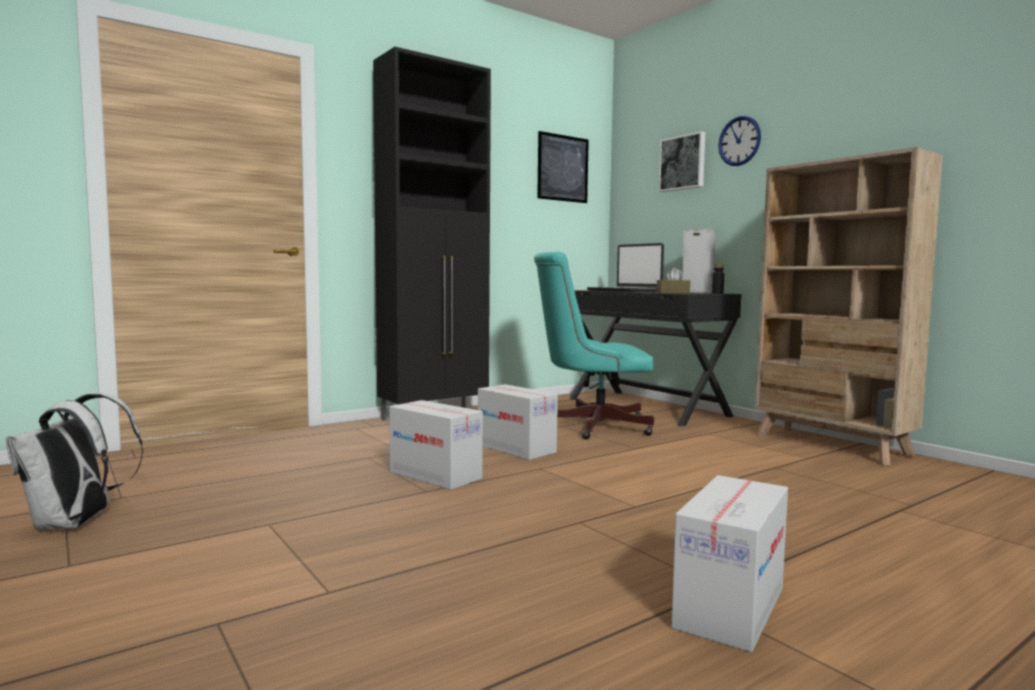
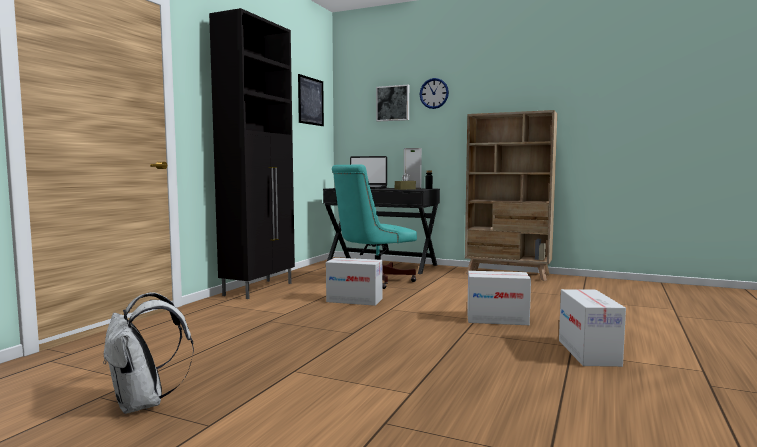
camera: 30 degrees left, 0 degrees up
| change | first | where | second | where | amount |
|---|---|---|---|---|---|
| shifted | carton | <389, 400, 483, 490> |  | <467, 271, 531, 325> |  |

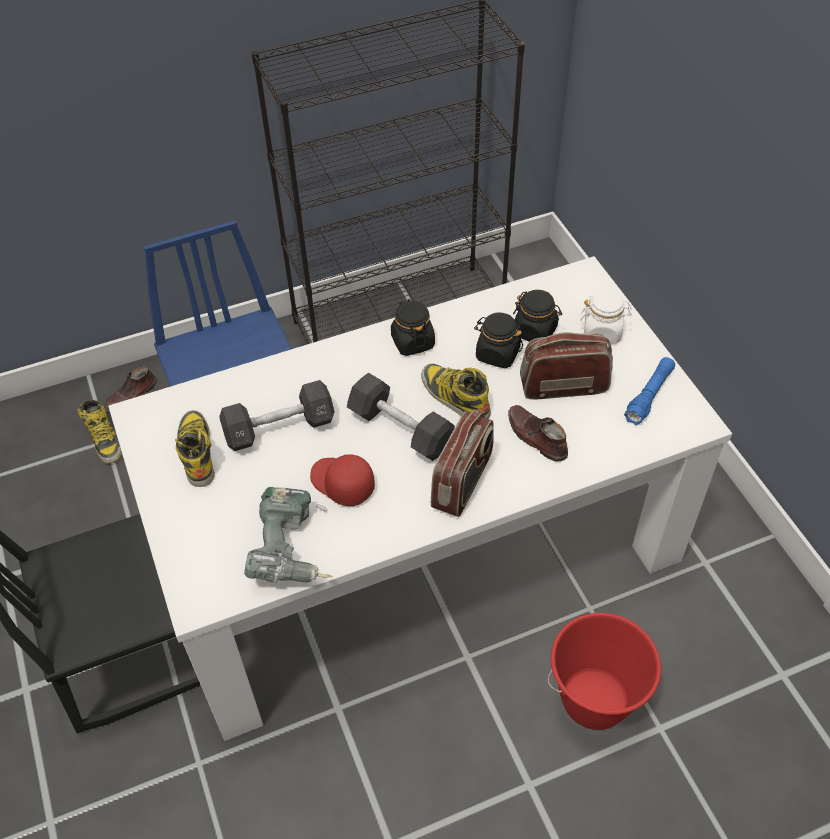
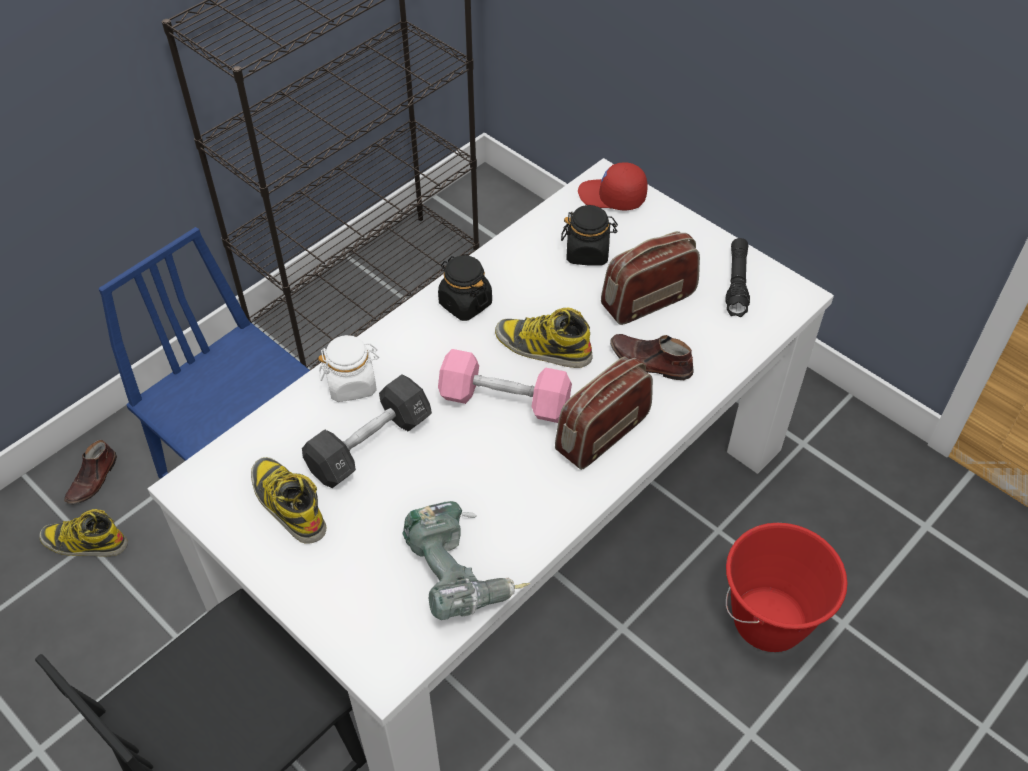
camera: 25 degrees left, 0 degrees up
| change | first | where | second | where | amount |
|---|---|---|---|---|---|
| rotated | high-top boot | <77, 400, 121, 464> |  | <39, 509, 128, 556> | 150 degrees clockwise |
| shifted | white storage jar | <580, 290, 632, 344> |  | <318, 335, 379, 402> |  |
| repainted | black dumbbell | <347, 373, 455, 461> | pinkish dumbbell | <438, 349, 572, 423> |  |
| rotated | radio receiver | <431, 410, 494, 517> |  | <555, 356, 653, 470> | 135 degrees counterclockwise |
| shifted | reddish cap | <310, 455, 375, 506> |  | <578, 162, 648, 211> |  |
| repainted | blue-coloured flashlight | <624, 357, 675, 425> | black flashlight | <725, 238, 750, 317> |  |
| gone | black storage jar | <474, 313, 523, 368> |  |  |  |

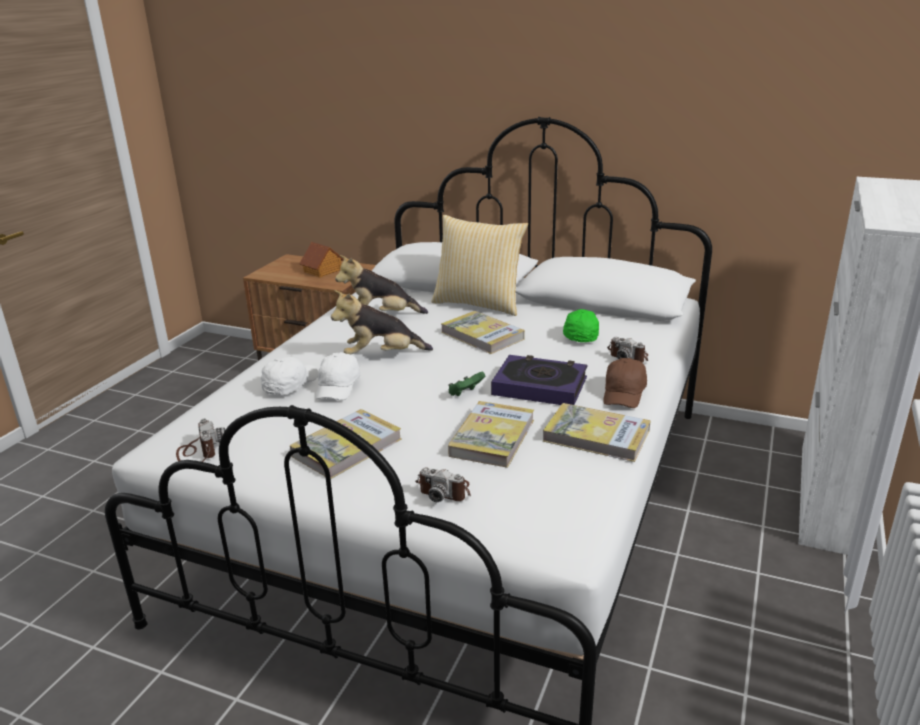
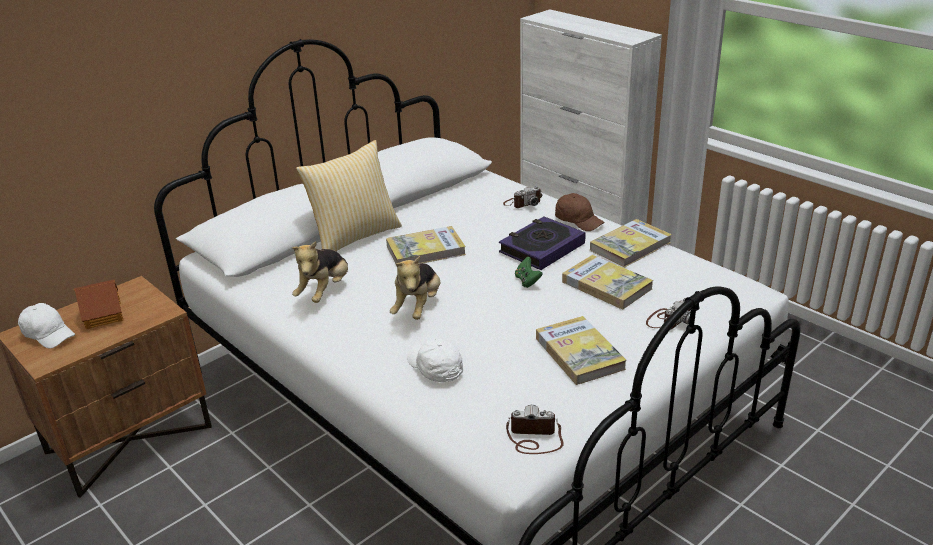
camera: 65 degrees left, 5 degrees up
| change | first | where | second | where | amount |
|---|---|---|---|---|---|
| shifted | white cap | <315, 352, 360, 400> |  | <18, 303, 75, 348> |  |
| gone | greenish cap | <563, 309, 599, 342> |  |  |  |

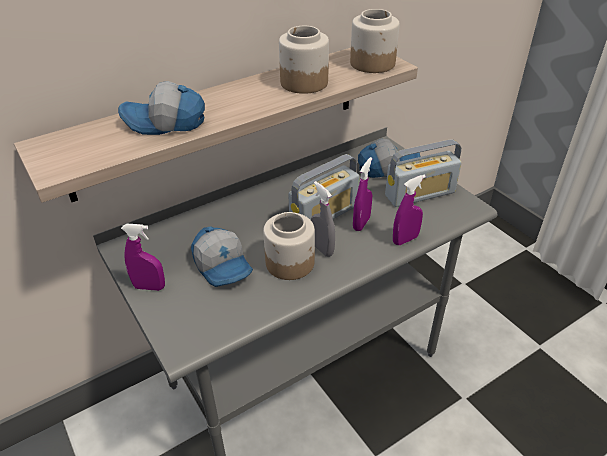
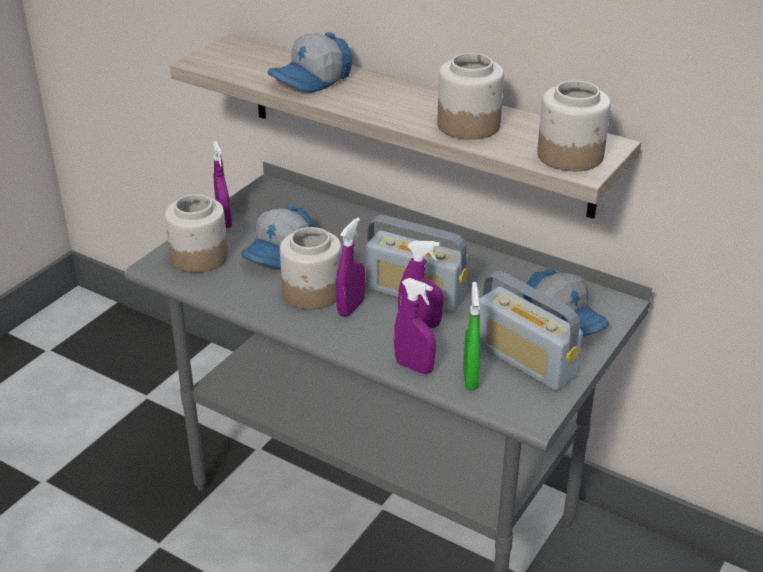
camera: 65 degrees right, 5 degrees down
| change | first | where | second | where | amount |
|---|---|---|---|---|---|
| new |  |  | storage jar | <165, 194, 228, 273> |  |
| rotated | cap | <118, 81, 205, 135> |  | <268, 32, 352, 93> | 105 degrees counterclockwise |
| repainted | greyish sprayer | <311, 181, 335, 257> | purple sprayer | <336, 218, 365, 317> |  |
| new |  |  | greenish sprayer | <463, 282, 480, 390> |  |

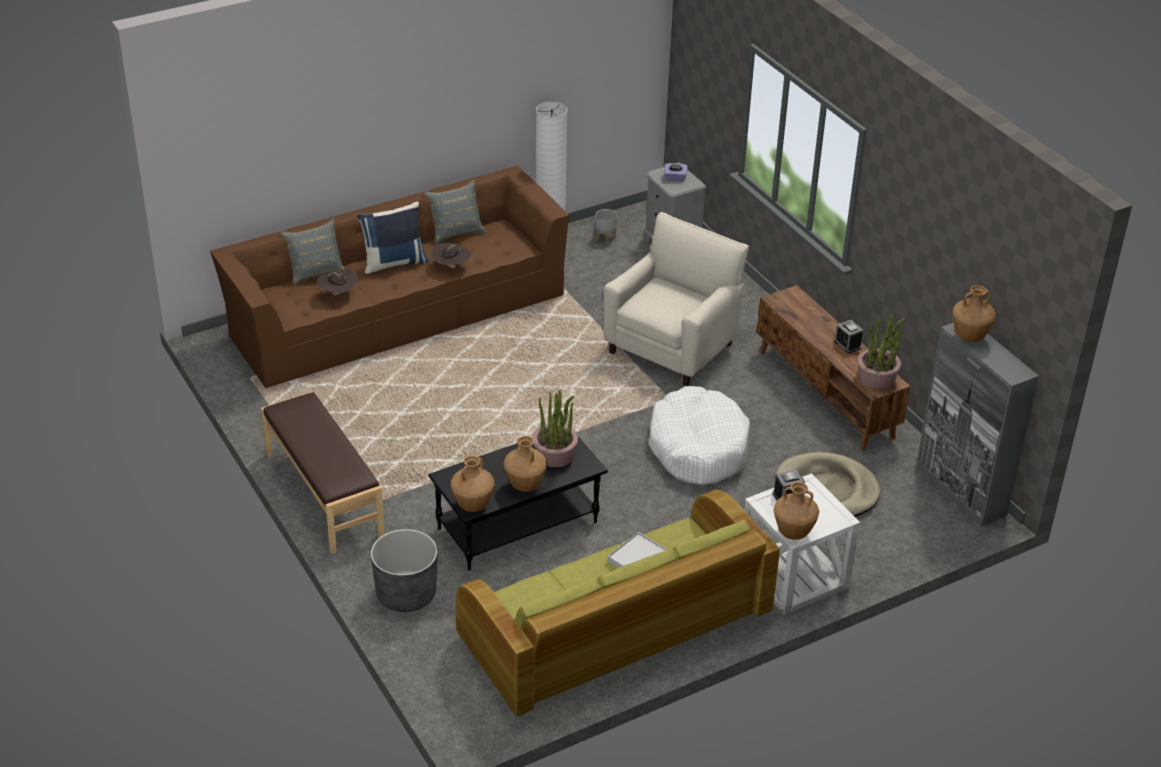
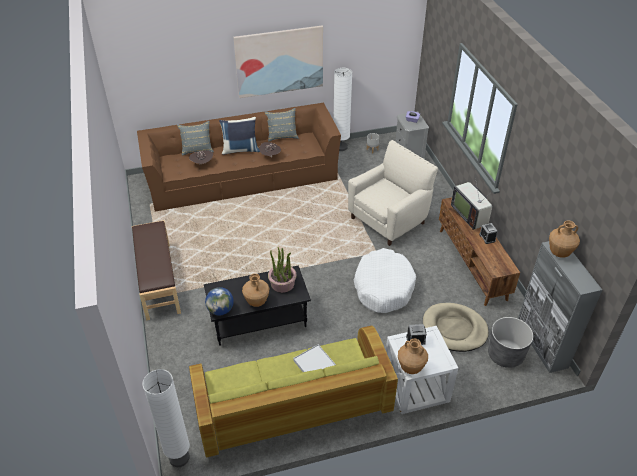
camera: 15 degrees right, 5 degrees up
| change | first | where | second | where | amount |
|---|---|---|---|---|---|
| new |  |  | white standing lamp | <142, 369, 190, 467> |  |
| swapped | brownish flower vase | <451, 456, 495, 512> | desk globe | <205, 287, 234, 315> |  |
| new |  |  | wall art | <233, 26, 323, 98> |  |
| new |  |  | television | <451, 178, 493, 230> |  |
| shifted | greyish planter | <371, 529, 437, 612> |  | <488, 317, 533, 368> |  |
| gone | houseplant | <857, 314, 905, 389> |  |  |  |

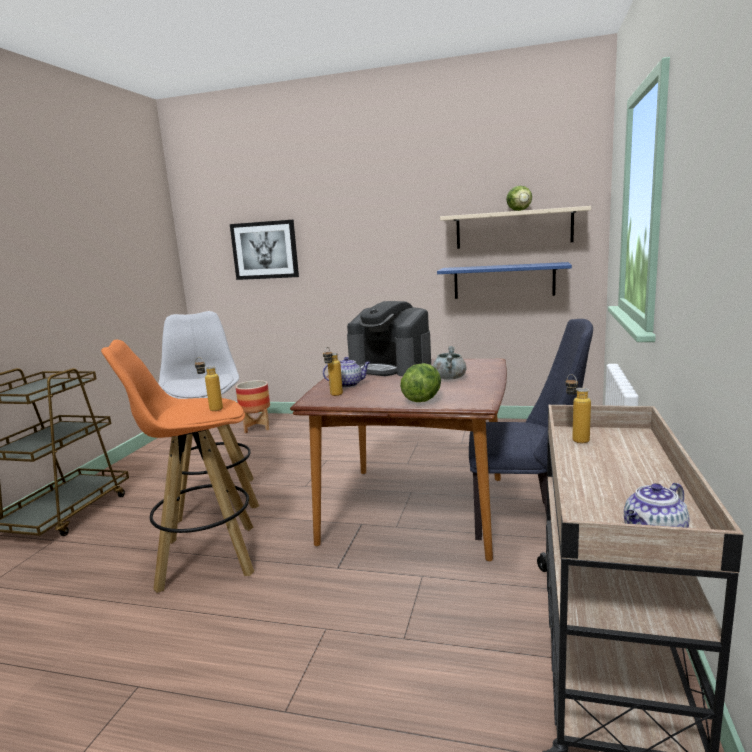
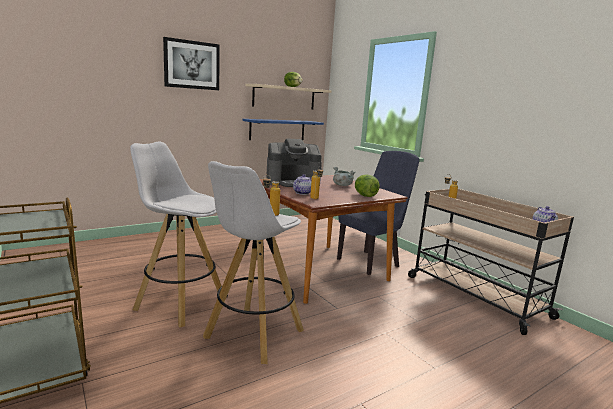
camera: 50 degrees left, 0 degrees up
| change | first | where | second | where | amount |
|---|---|---|---|---|---|
| shifted | wall art | <230, 220, 299, 280> |  | <163, 37, 220, 90> |  |
| repainted | orange sitting stool | <101, 340, 254, 593> | white sitting stool | <203, 161, 304, 364> |  |
| gone | planter | <236, 380, 270, 433> |  |  |  |

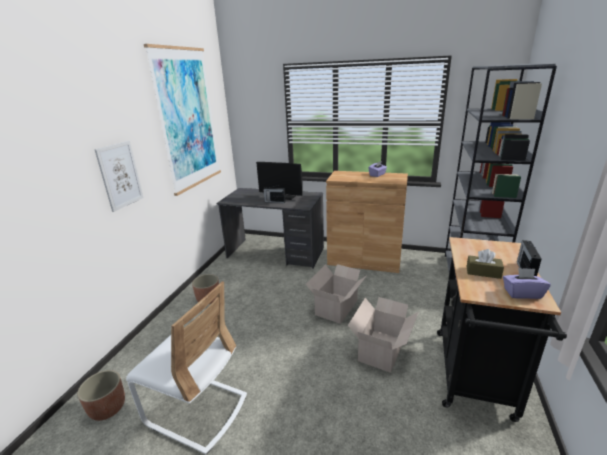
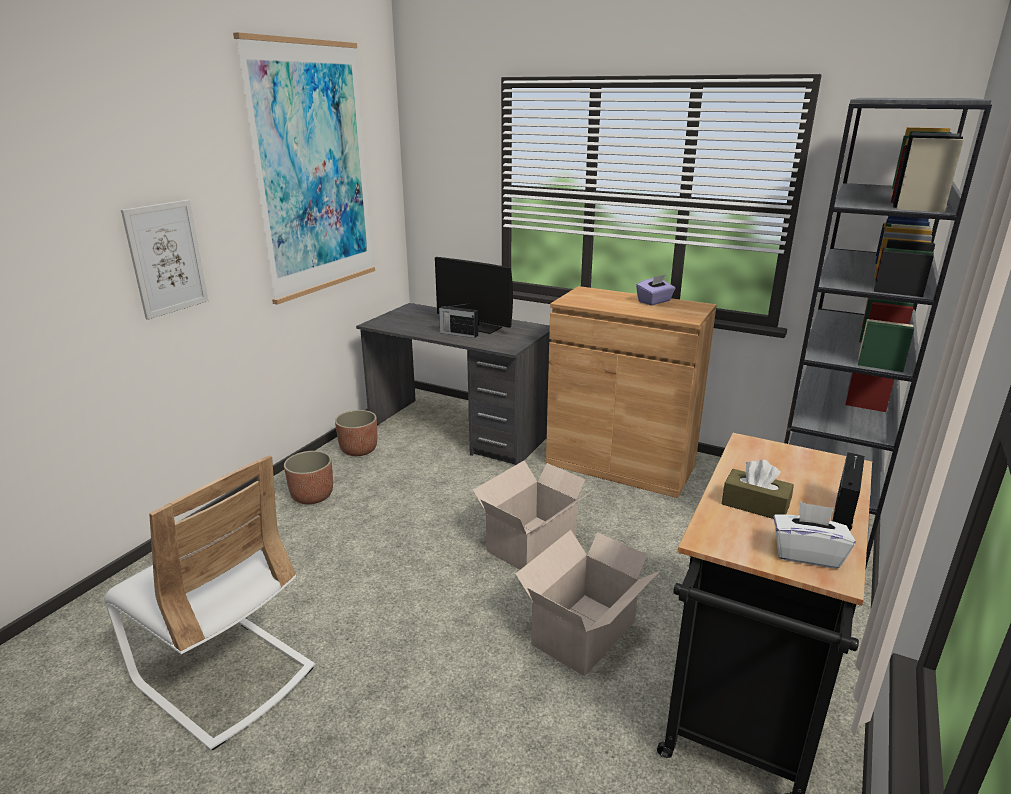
camera: 10 degrees right, 0 degrees up
| change | first | where | second | where | amount |
|---|---|---|---|---|---|
| shifted | planter | <77, 370, 125, 421> |  | <335, 410, 377, 456> |  |
| repainted | purple tissue box | <503, 268, 551, 299> | white tissue box | <774, 502, 855, 569> |  |

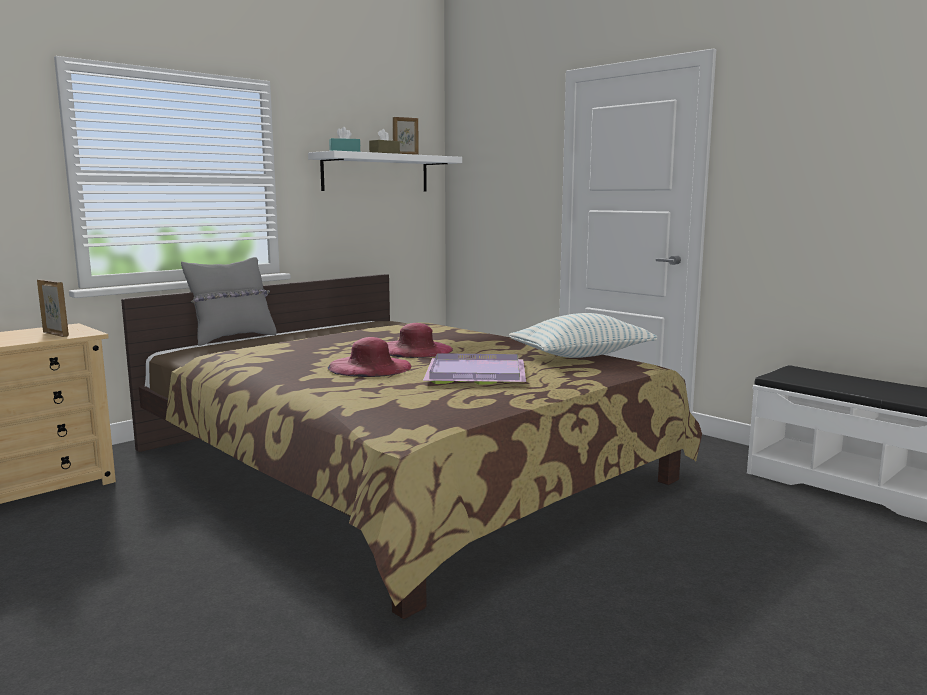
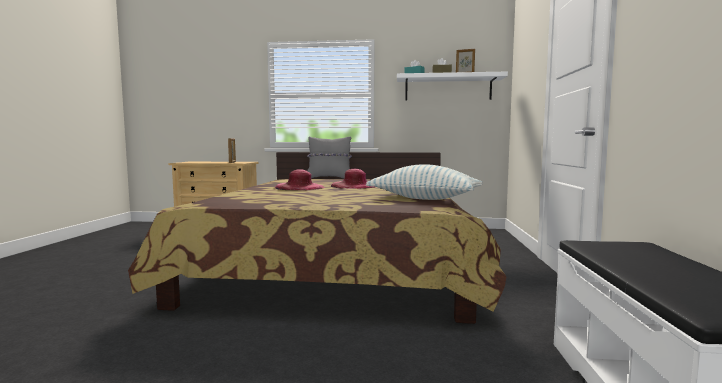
camera: 50 degrees right, 5 degrees down
| change | first | where | second | where | amount |
|---|---|---|---|---|---|
| gone | purple serving tray | <423, 353, 526, 385> |  |  |  |

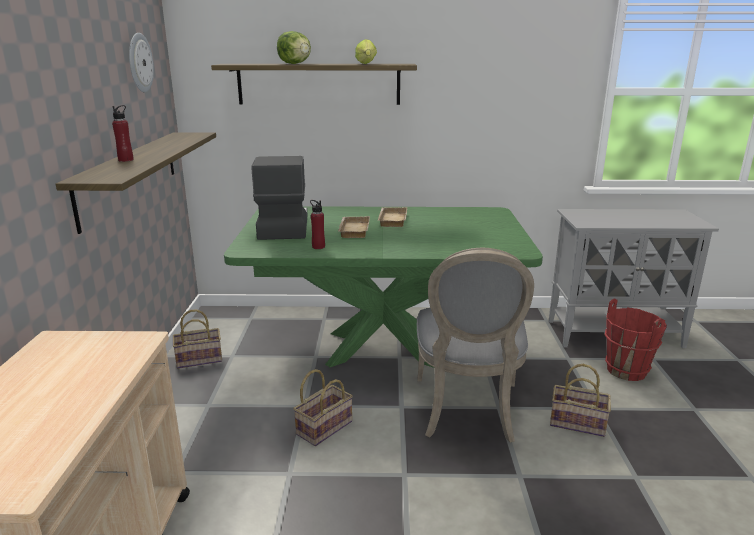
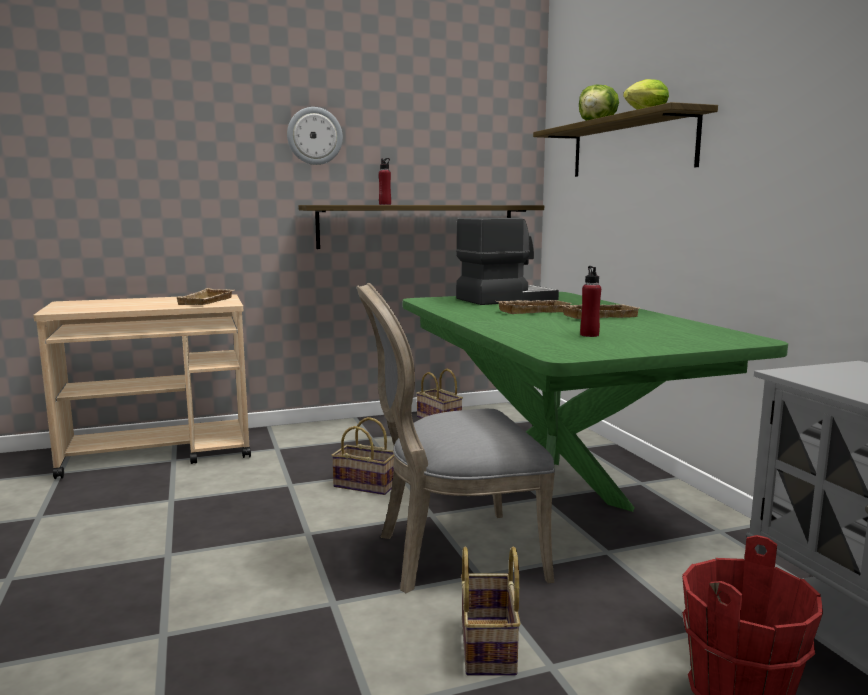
camera: 70 degrees right, 10 degrees down
| change | first | where | second | where | amount |
|---|---|---|---|---|---|
| new |  |  | beige-coloured serving tray | <177, 288, 234, 305> |  |
| shifted | clock on the wall | <129, 33, 154, 92> |  | <287, 107, 343, 165> |  |
| shifted | reddish beverage bottle | <310, 200, 325, 249> |  | <580, 266, 601, 337> |  |

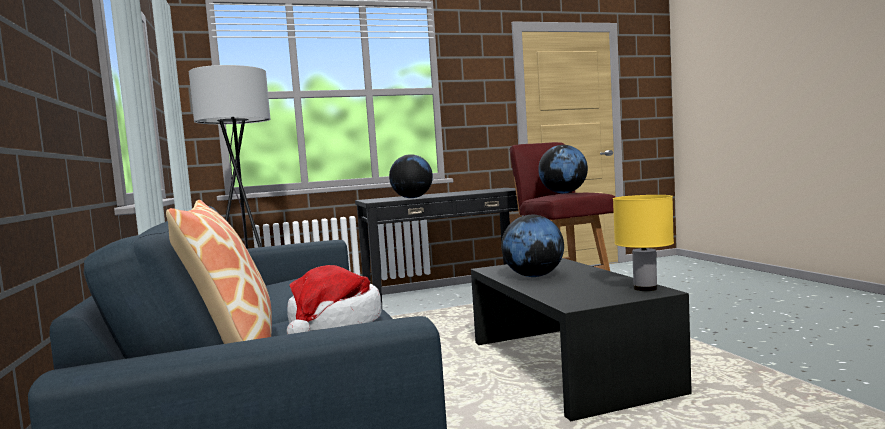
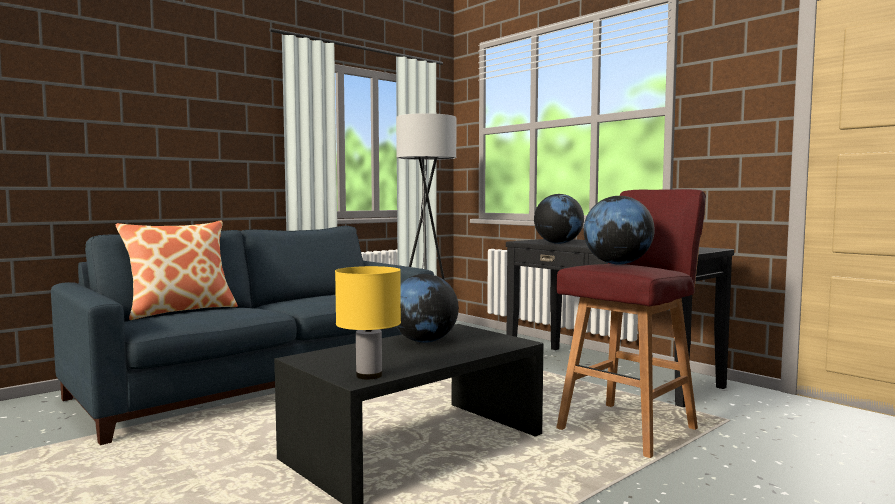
camera: 65 degrees right, 0 degrees up
| change | first | where | second | where | amount |
|---|---|---|---|---|---|
| gone | wearable hat | <287, 265, 382, 334> |  |  |  |

